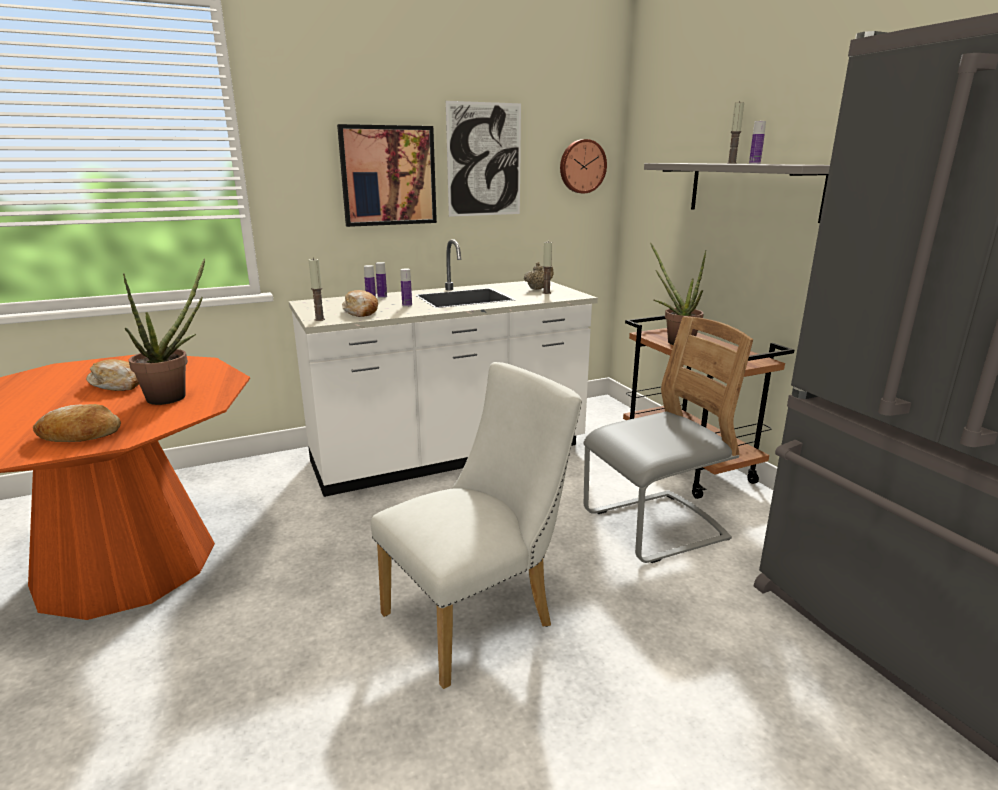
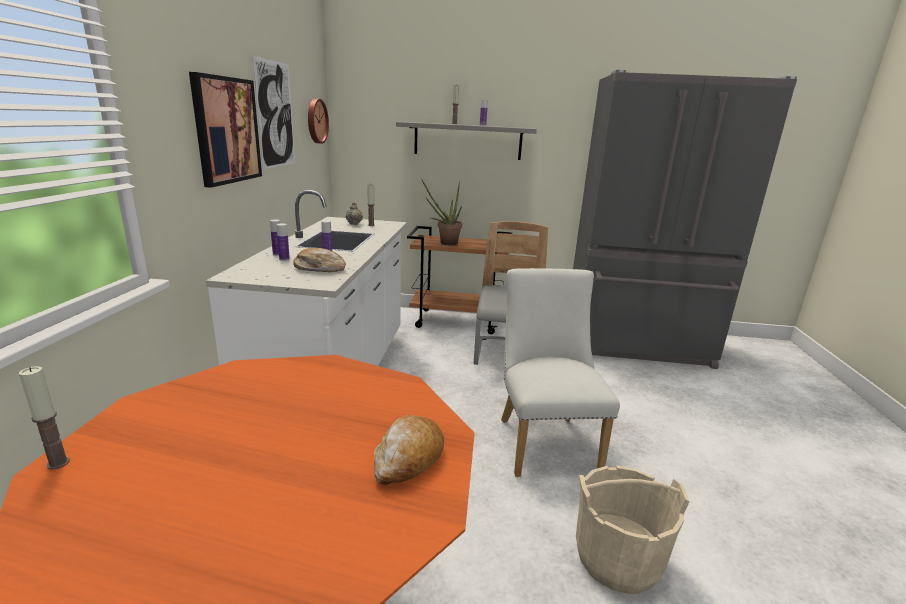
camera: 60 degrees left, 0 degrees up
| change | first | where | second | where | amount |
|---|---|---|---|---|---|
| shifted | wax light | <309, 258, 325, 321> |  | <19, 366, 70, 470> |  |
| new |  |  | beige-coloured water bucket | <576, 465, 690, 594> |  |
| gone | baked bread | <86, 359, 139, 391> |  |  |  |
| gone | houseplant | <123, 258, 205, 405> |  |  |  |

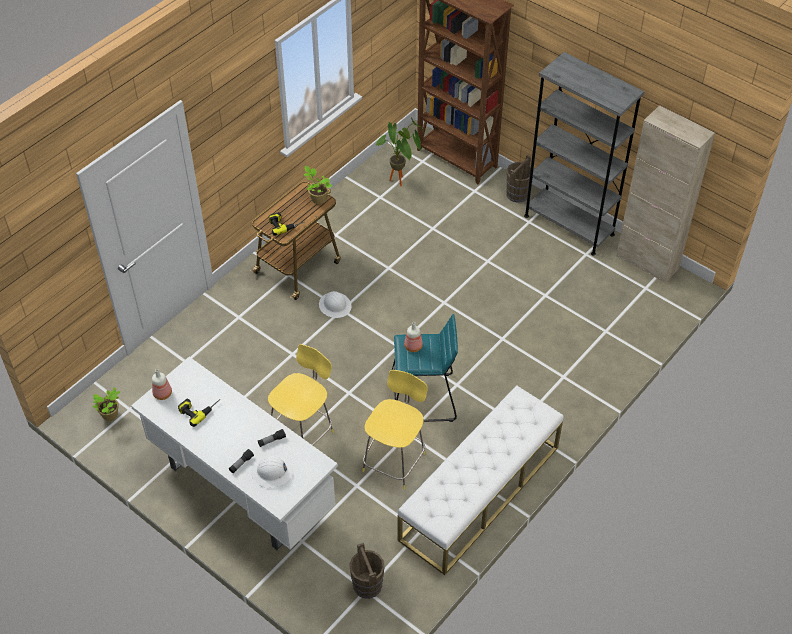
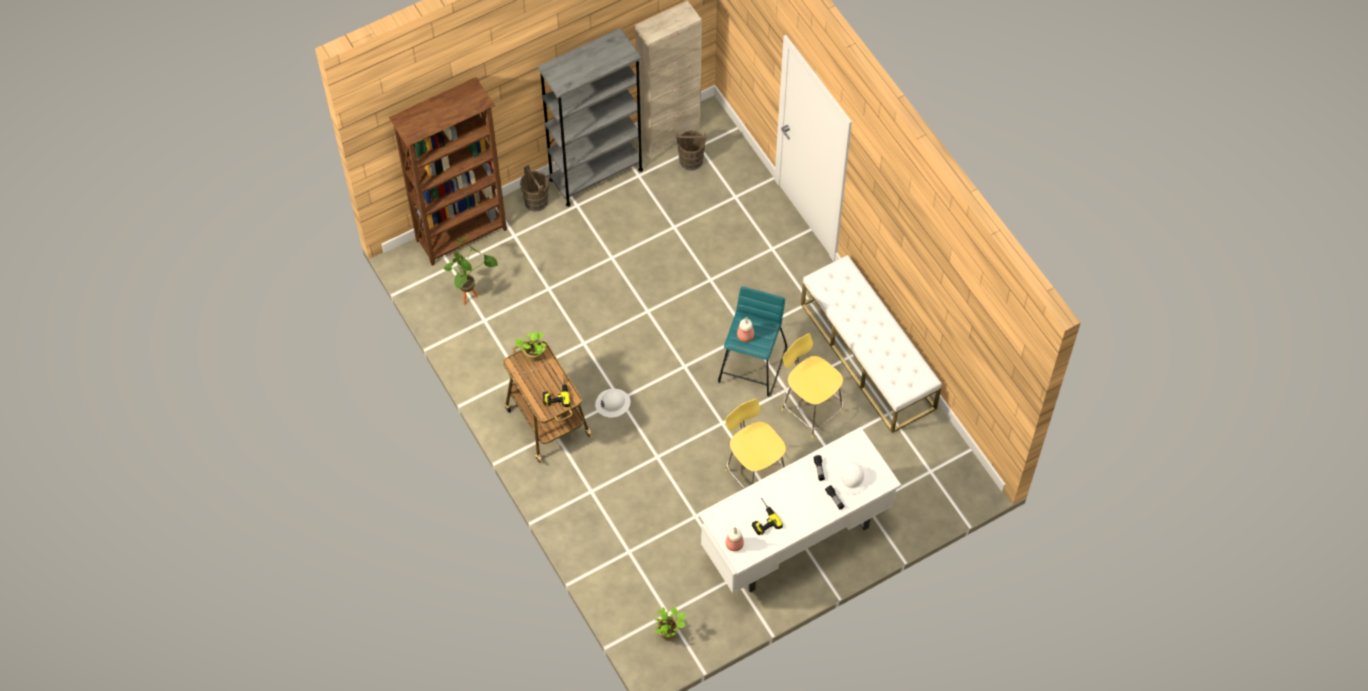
camera: 70 degrees left, 10 degrees up
| change | first | where | second | where | amount |
|---|---|---|---|---|---|
| shifted | brownish water bucket | <349, 543, 385, 599> |  | <675, 130, 707, 171> |  |

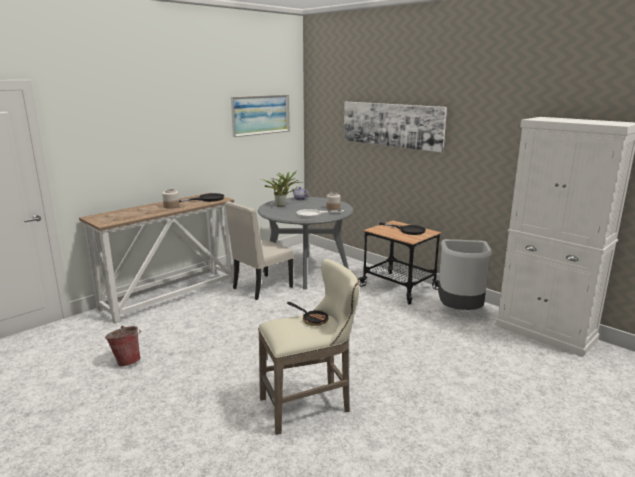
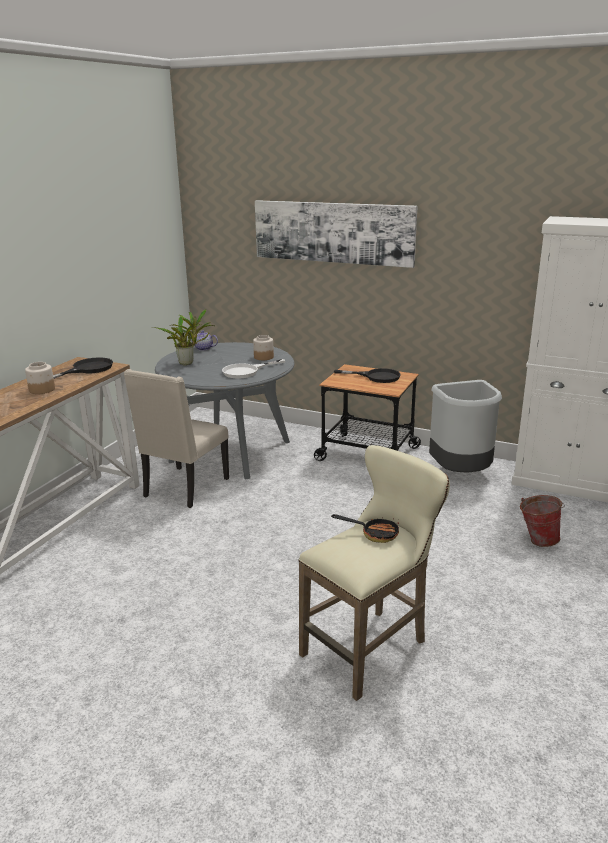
camera: 20 degrees left, 5 degrees up
| change | first | where | second | where | amount |
|---|---|---|---|---|---|
| shifted | water bucket | <105, 326, 141, 366> |  | <520, 495, 565, 547> |  |
| gone | wall art | <231, 94, 289, 137> |  |  |  |

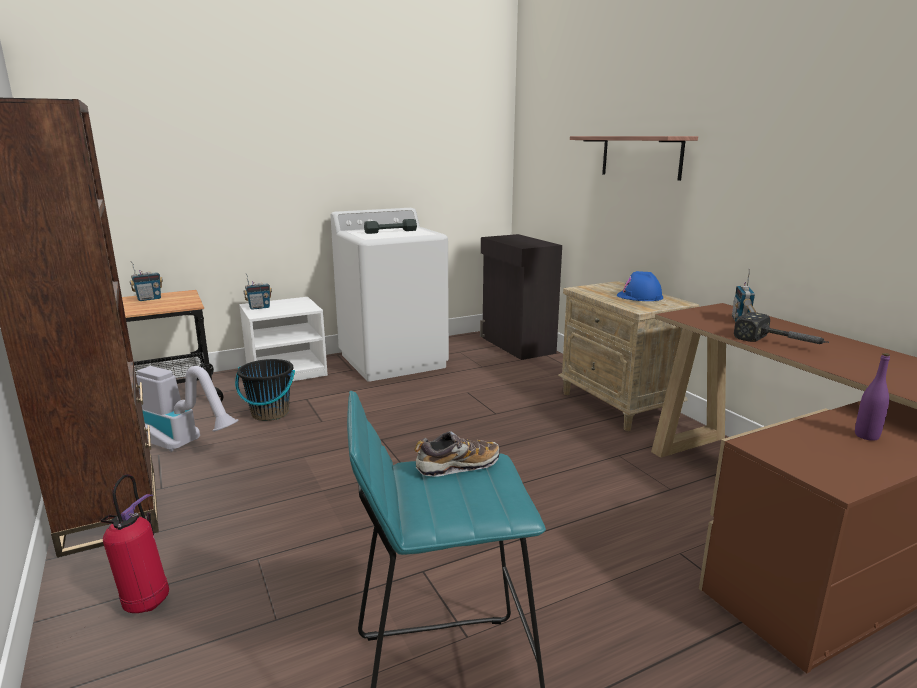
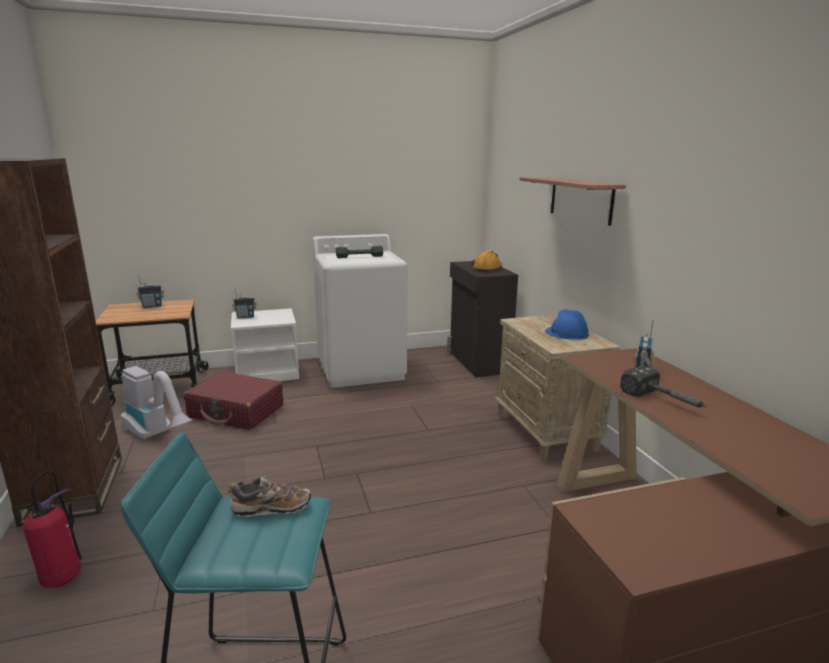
camera: 10 degrees right, 0 degrees up
| change | first | where | second | where | amount |
|---|---|---|---|---|---|
| swapped | black water bucket | <235, 359, 295, 421> | reddish suitcase | <184, 371, 283, 430> |  |
| new |  |  | orange safety helmet | <472, 250, 502, 272> |  |
| gone | purple beverage bottle | <855, 353, 890, 441> |  |  |  |

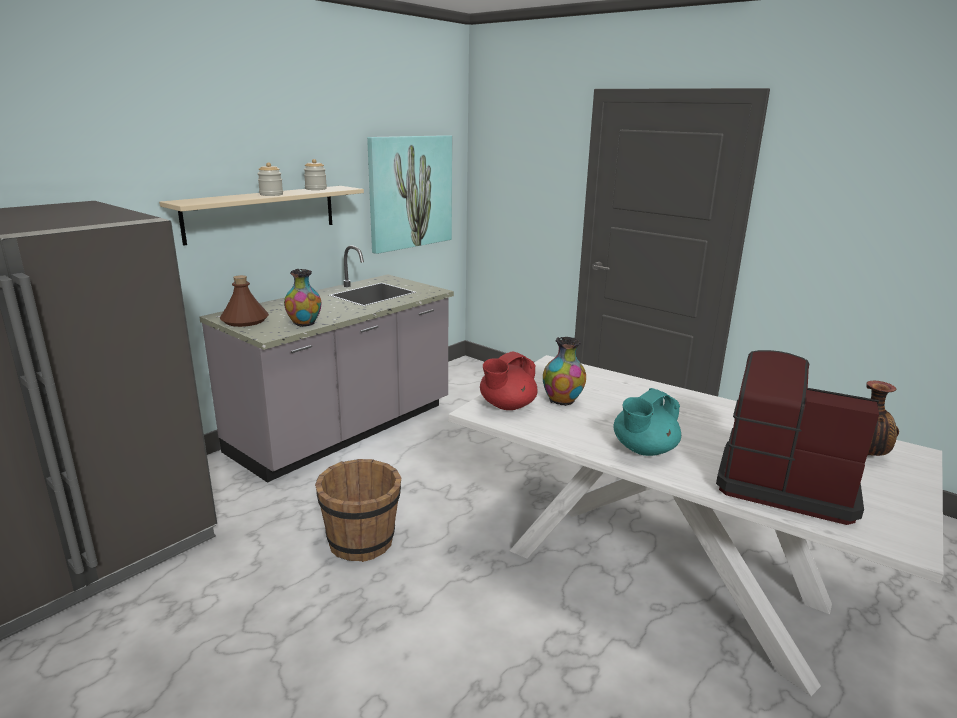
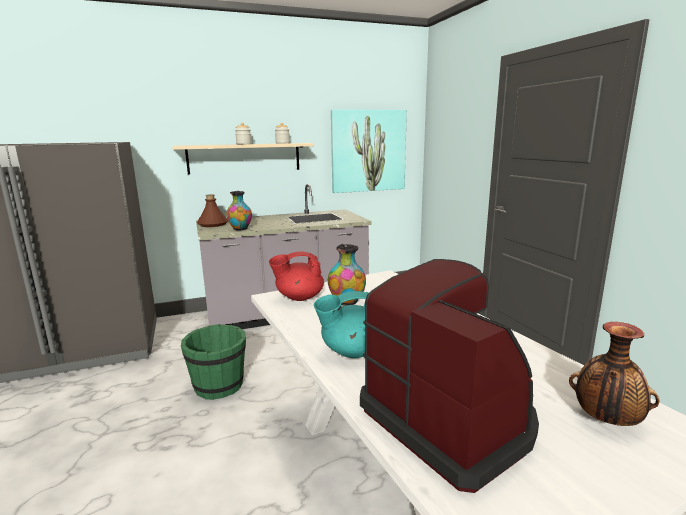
camera: 30 degrees right, 5 degrees down
| change | first | where | second | where | amount |
|---|---|---|---|---|---|
| repainted | brownish water bucket | <315, 459, 401, 562> | greenish water bucket | <181, 324, 246, 400> |  |

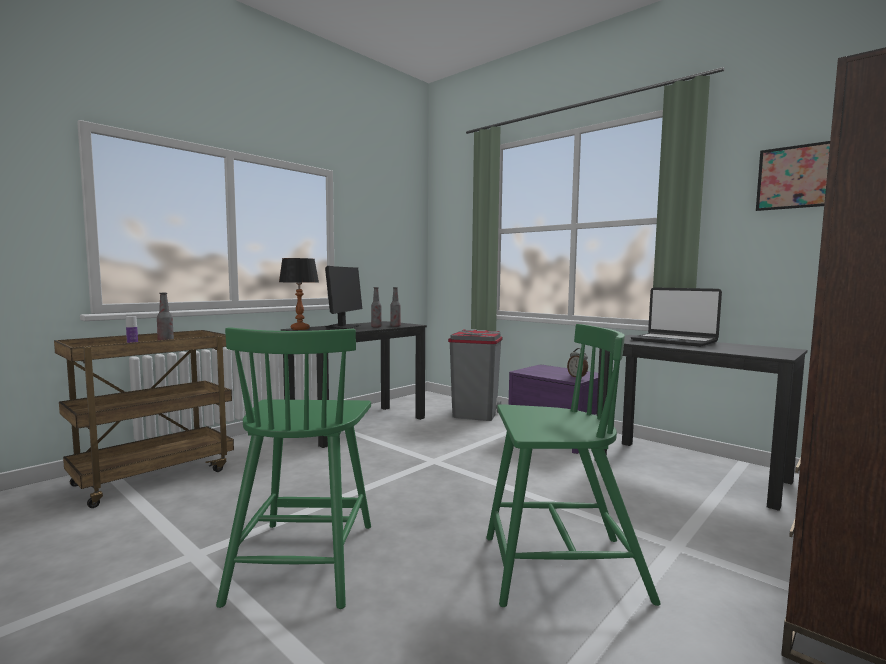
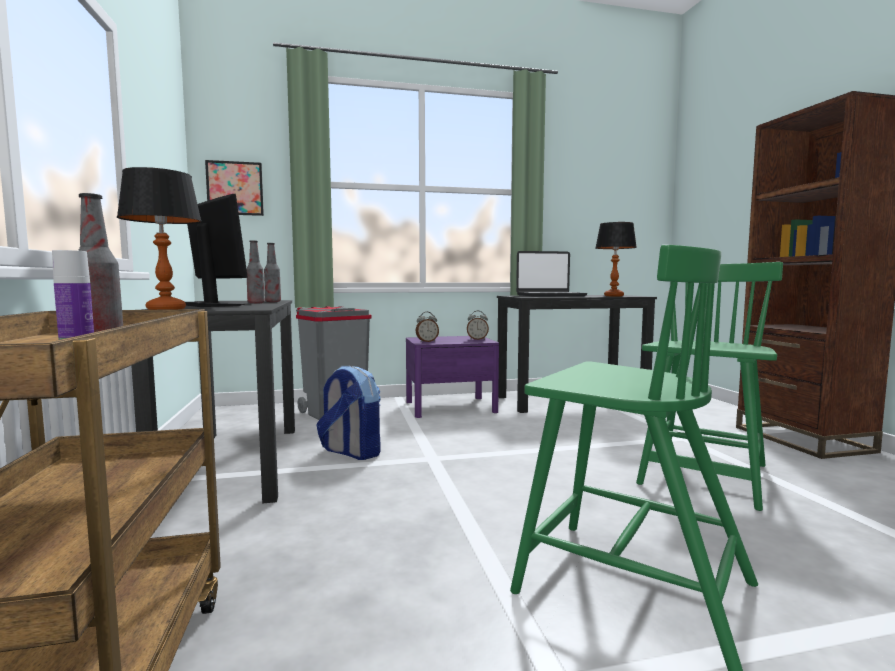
camera: 55 degrees left, 0 degrees up
| change | first | where | second | where | amount |
|---|---|---|---|---|---|
| shifted | wall art | <756, 141, 830, 211> |  | <205, 160, 264, 216> |  |
| new |  |  | rucksack | <316, 366, 381, 460> |  |
| new |  |  | alarm clock | <416, 312, 439, 342> |  |
| new |  |  | tabletop lamp | <595, 222, 637, 296> |  |

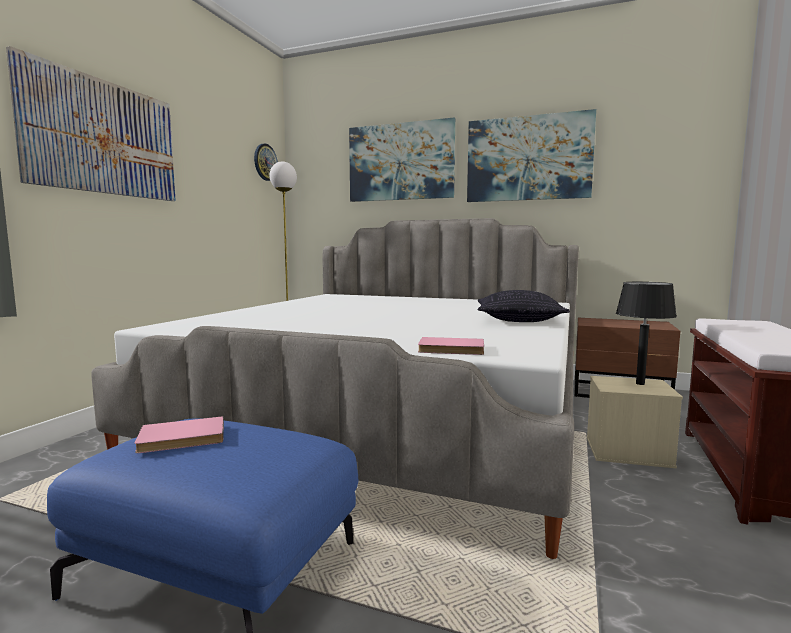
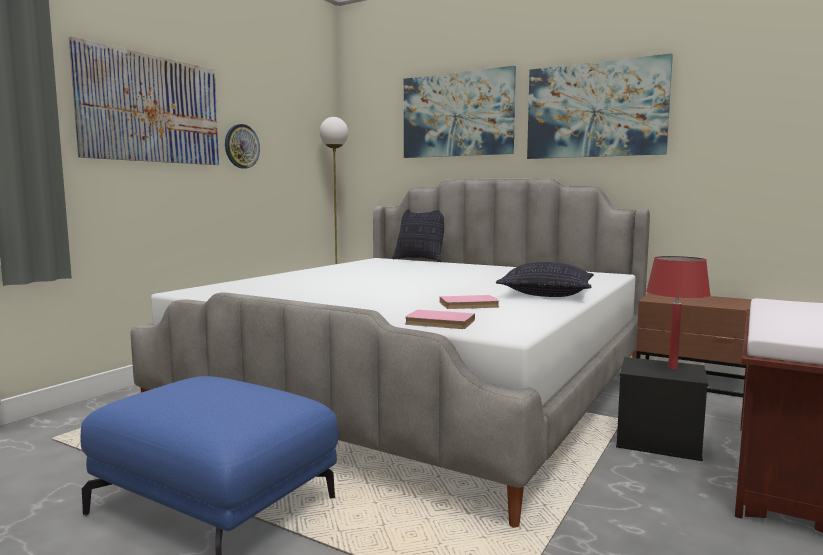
camera: 10 degrees right, 0 degrees up
| change | first | where | second | where | amount |
|---|---|---|---|---|---|
| shifted | clock on the wall | <254, 144, 278, 181> |  | <225, 124, 260, 169> |  |
| new |  |  | pillow | <392, 209, 444, 262> |  |
| shifted | pinkish book | <135, 416, 224, 453> |  | <439, 295, 499, 309> |  |
| repainted | beige-coloured storage container | <587, 376, 683, 469> | black storage container | <616, 357, 708, 461> |  |
| repainted | black tabletop lamp | <616, 282, 677, 385> | reddish tabletop lamp | <646, 256, 711, 369> |  |

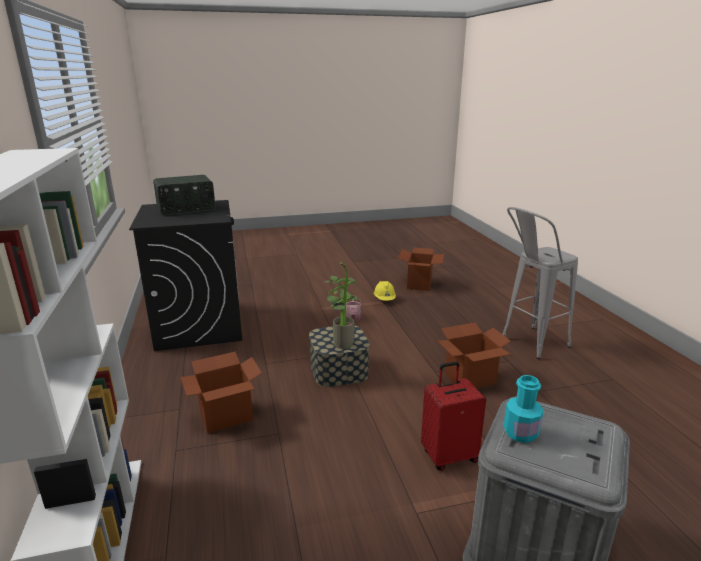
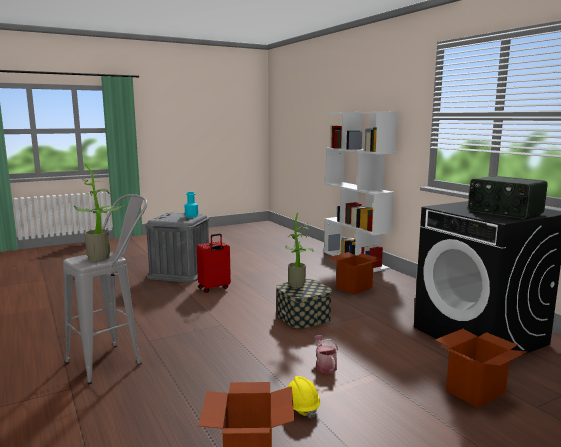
camera: 165 degrees right, 10 degrees down
| change | first | where | second | where | amount |
|---|---|---|---|---|---|
| new |  |  | houseplant | <74, 163, 124, 261> |  |
| shifted | carton | <438, 323, 511, 388> |  | <435, 329, 527, 408> |  |
| rotated | radio receiver | <153, 175, 216, 215> |  | <468, 176, 548, 219> | 90 degrees counterclockwise |

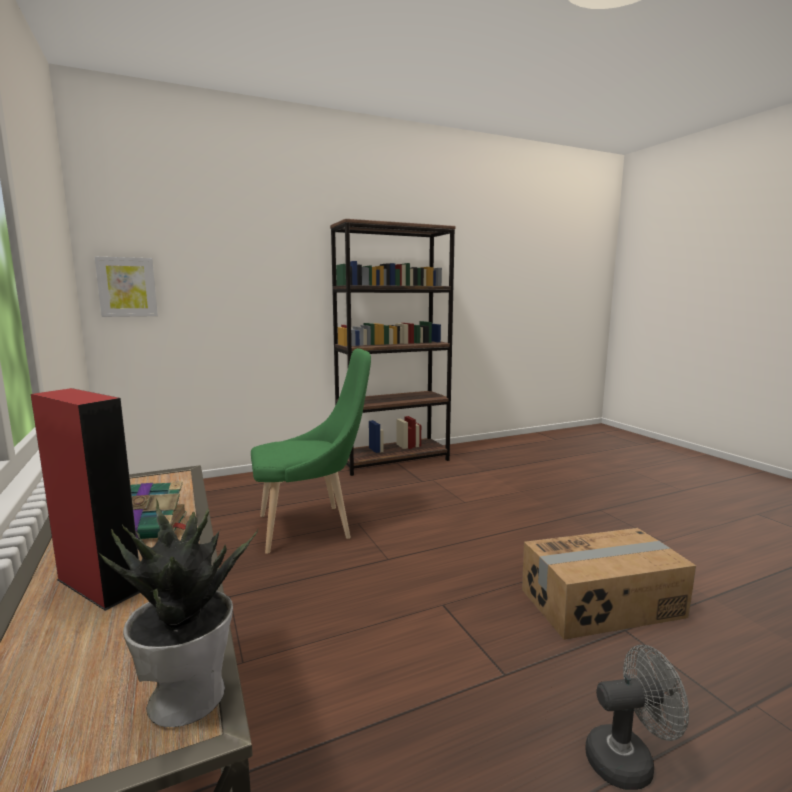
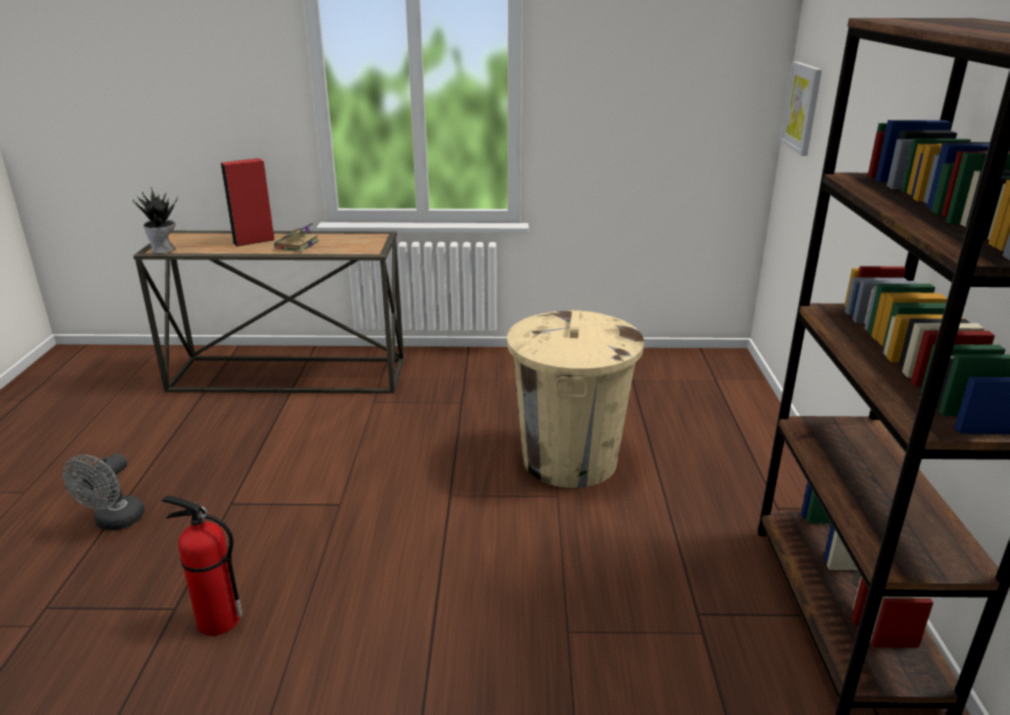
camera: 115 degrees right, 15 degrees up
| change | first | where | second | where | amount |
|---|---|---|---|---|---|
| swapped | carton | <522, 528, 696, 640> | fire-fighting cylinder | <161, 495, 243, 636> |  |
| swapped | greenish plain chair | <251, 348, 371, 554> | beige-coloured waste bin | <507, 310, 644, 488> |  |

